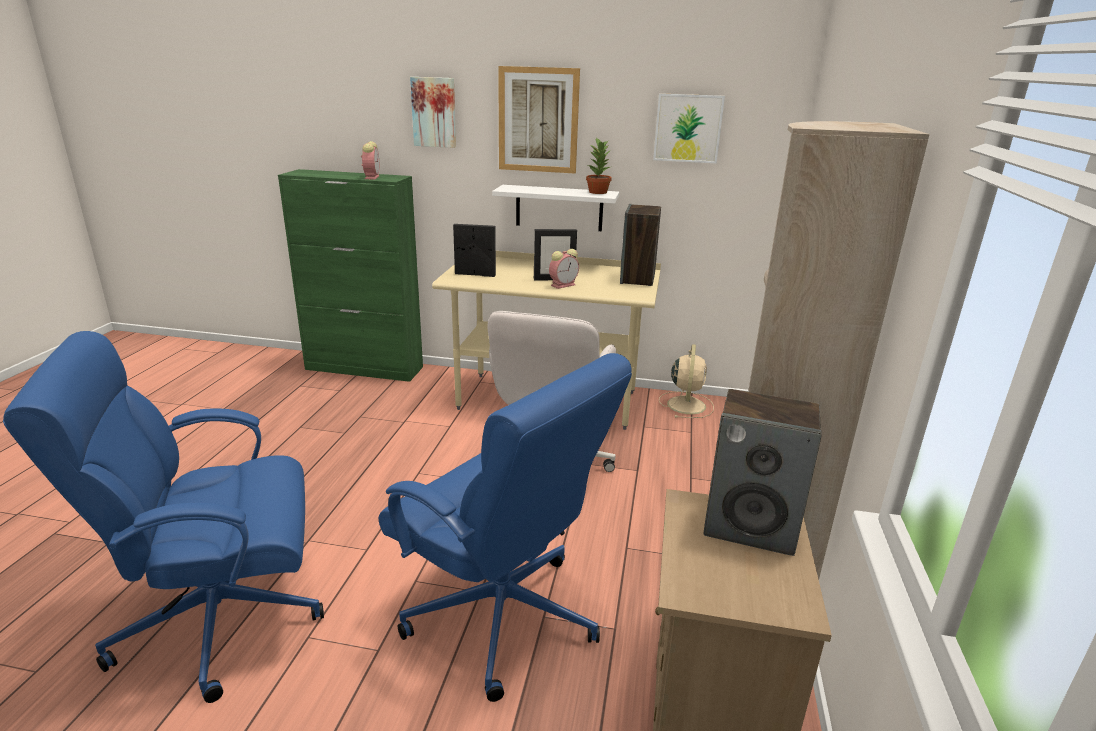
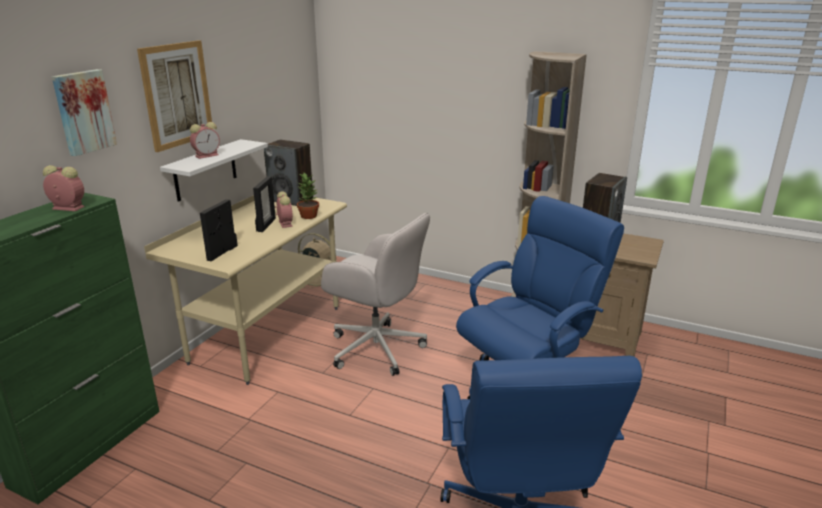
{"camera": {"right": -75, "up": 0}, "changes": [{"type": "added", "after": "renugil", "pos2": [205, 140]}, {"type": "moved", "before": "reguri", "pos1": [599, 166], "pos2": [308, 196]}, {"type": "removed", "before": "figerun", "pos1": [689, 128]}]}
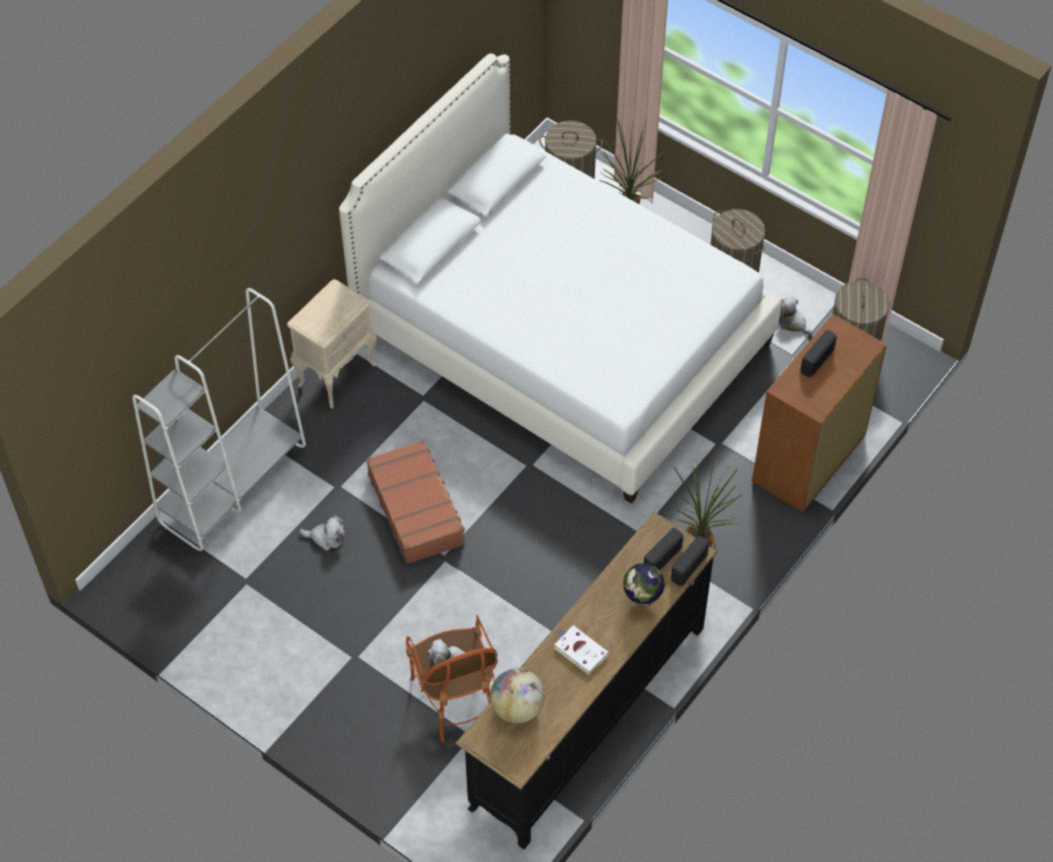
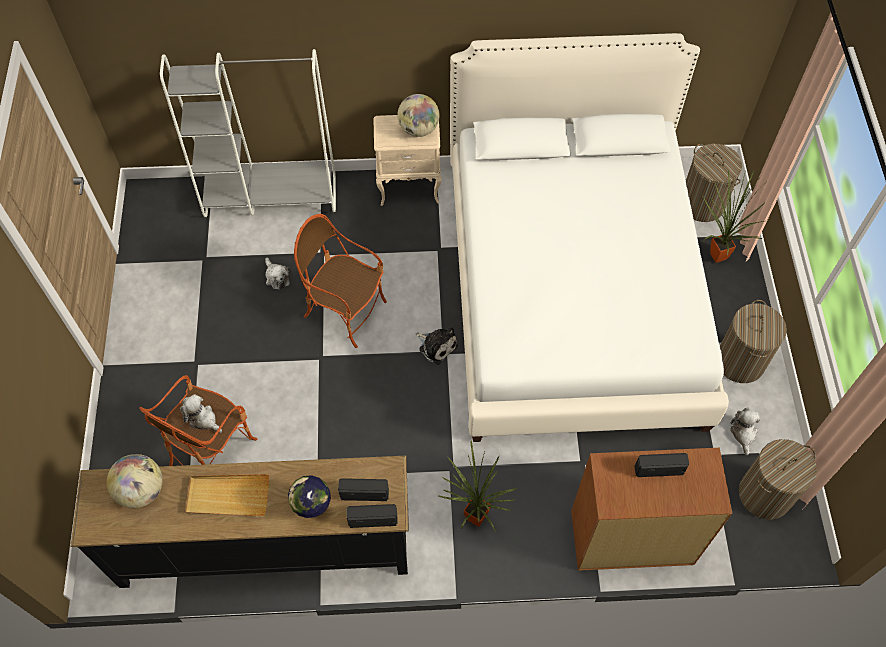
{"camera": {"right": 50, "up": 5}, "changes": [{"type": "replaced", "before": "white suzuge", "after": "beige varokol", "pos1": [581, 650], "pos2": [227, 495]}, {"type": "replaced", "before": "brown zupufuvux", "after": "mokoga", "pos1": [415, 502], "pos2": [340, 281]}, {"type": "added", "after": "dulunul", "pos2": [418, 115]}, {"type": "added", "after": "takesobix", "pos2": [437, 346]}]}
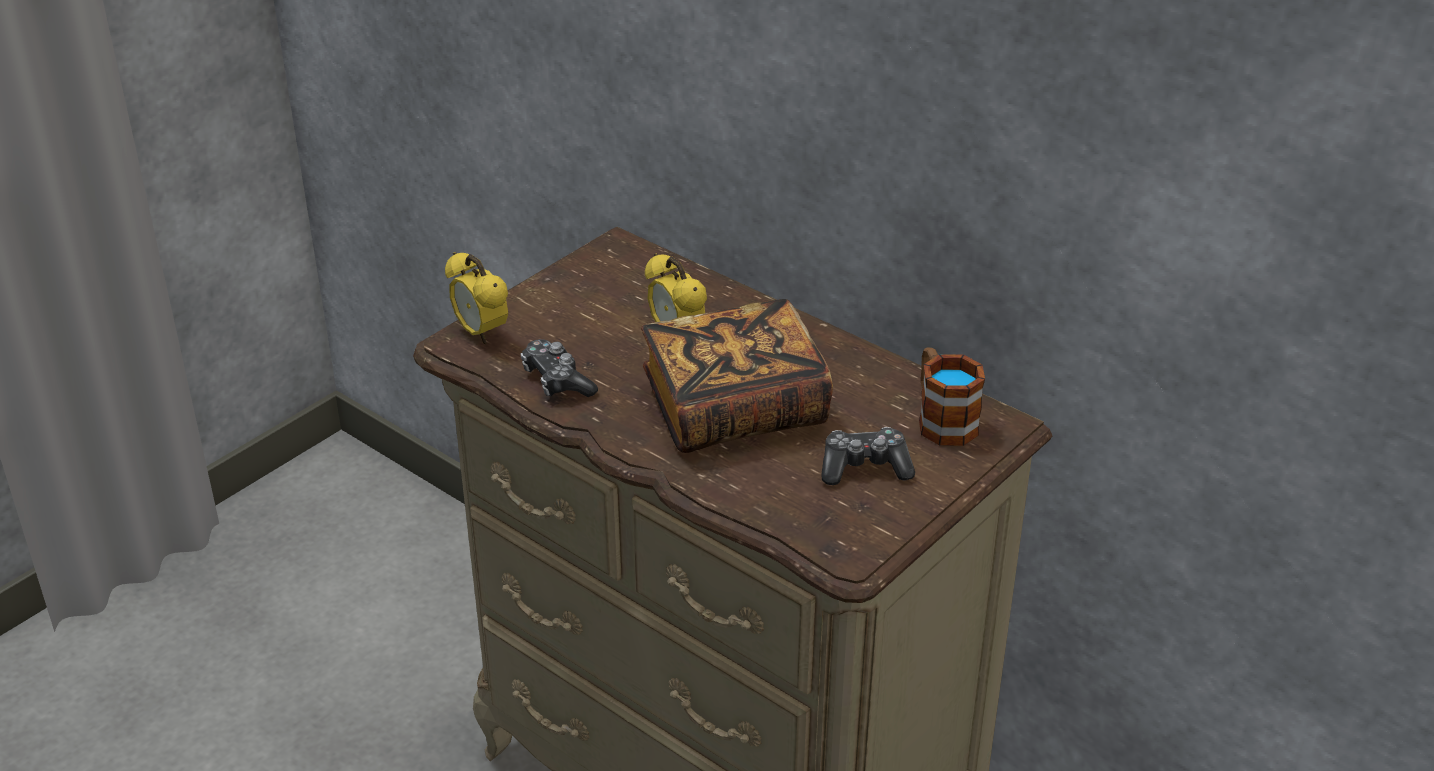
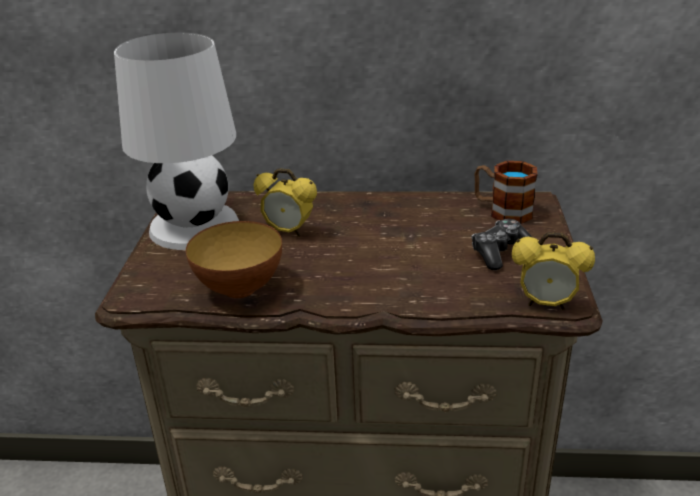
{"camera": {"right": -35, "up": -5}, "changes": [{"type": "added", "after": "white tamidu", "pos2": [176, 141]}, {"type": "replaced", "before": "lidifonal", "after": "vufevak", "pos1": [559, 368], "pos2": [234, 259]}, {"type": "moved", "before": "renugil", "pos1": [476, 298], "pos2": [553, 271]}, {"type": "removed", "before": "suzuge", "pos1": [737, 376]}]}
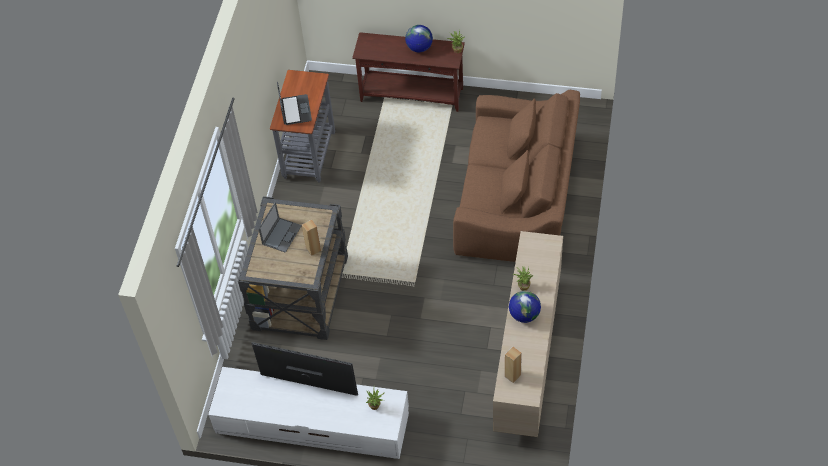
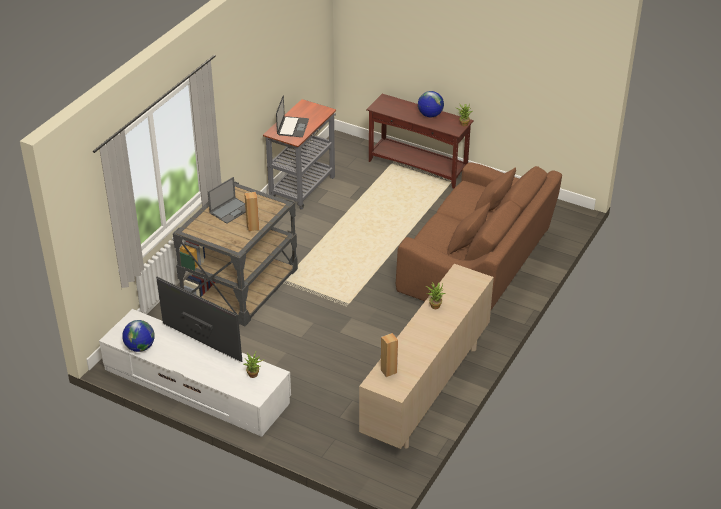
{"camera": {"right": 15, "up": -15}, "changes": [{"type": "moved", "before": "dulunul", "pos1": [525, 307], "pos2": [138, 336]}]}
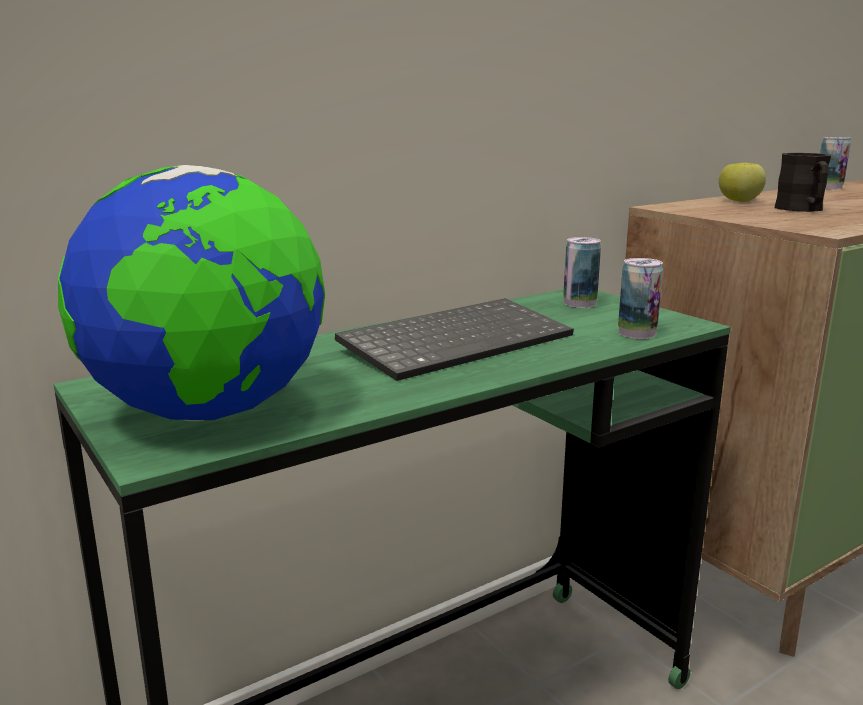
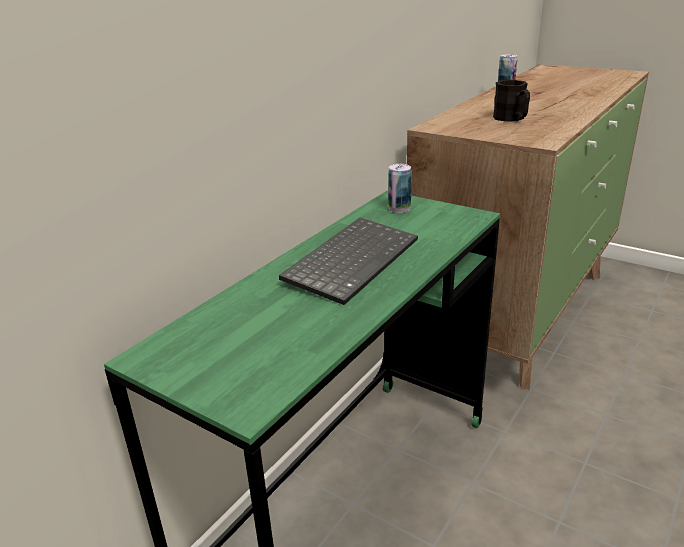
{"camera": {"right": -20, "up": 10}, "changes": [{"type": "removed", "before": "dulunul", "pos1": [191, 293]}, {"type": "removed", "before": "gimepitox", "pos1": [640, 298]}, {"type": "removed", "before": "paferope", "pos1": [742, 182]}]}
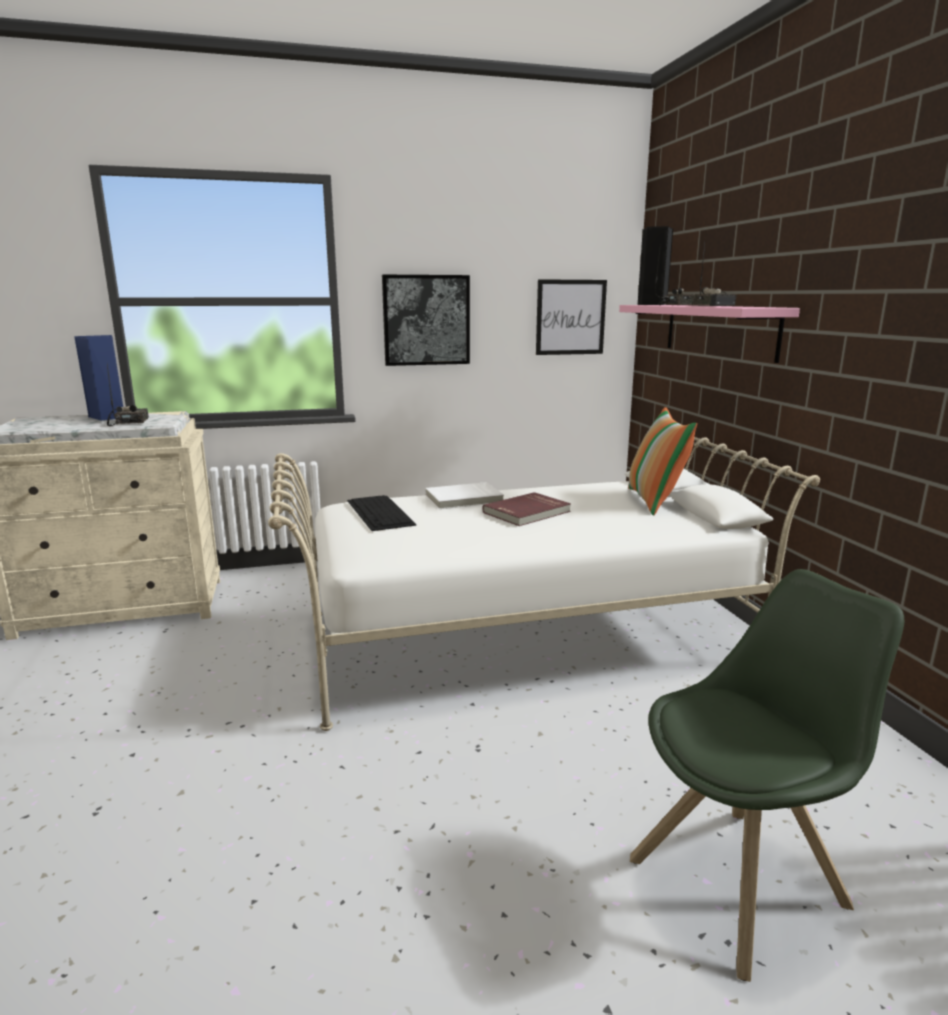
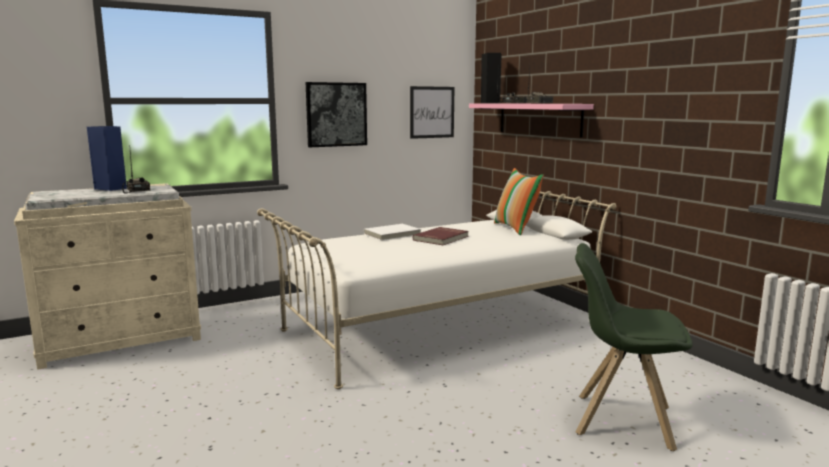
{"camera": {"right": -15, "up": -5}, "changes": [{"type": "turned", "before": "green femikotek", "pos1": [767, 775], "pos2": [634, 347], "turn": -120}, {"type": "removed", "before": "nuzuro", "pos1": [381, 513]}]}
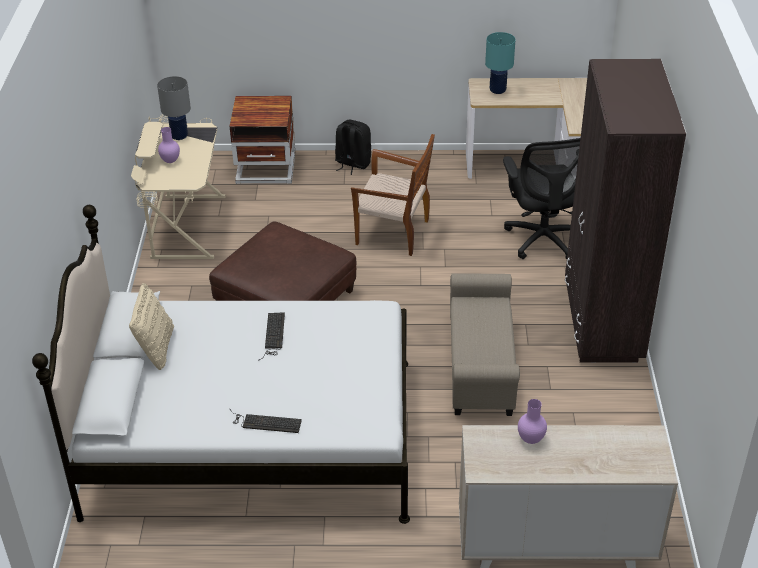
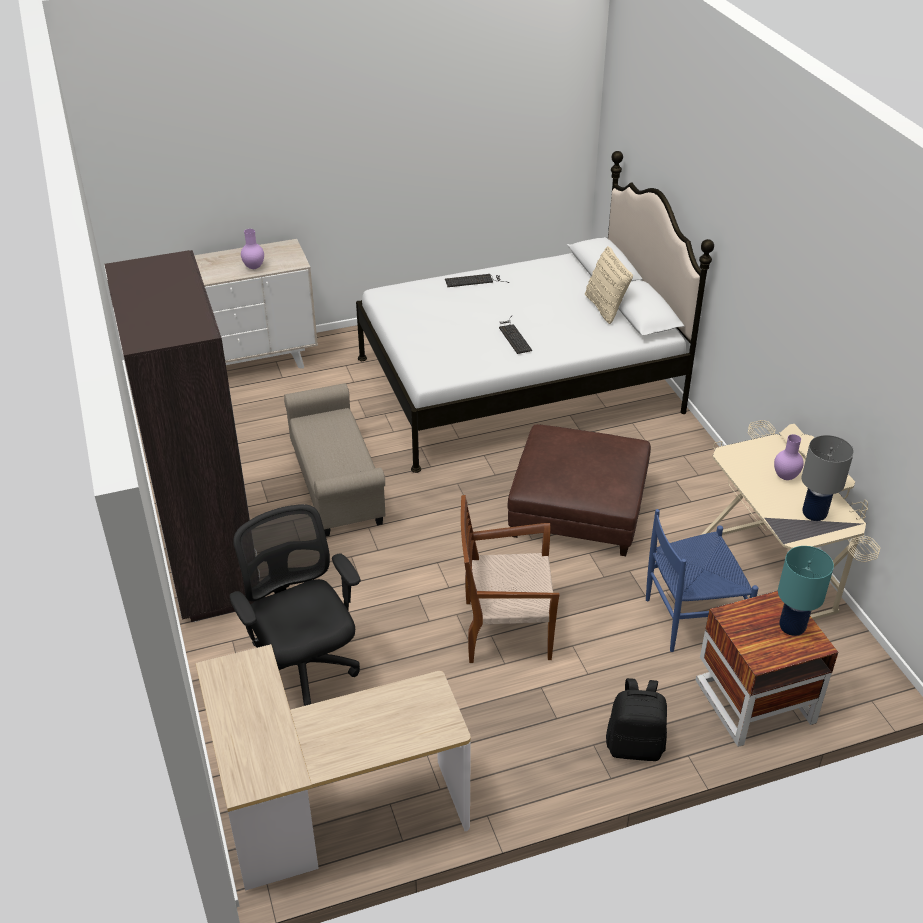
{"camera": {"right": 160, "up": 0}, "changes": [{"type": "added", "after": "blue femikotek", "pos2": [702, 580]}, {"type": "moved", "before": "turquoise tamidu", "pos1": [500, 63], "pos2": [806, 591]}]}
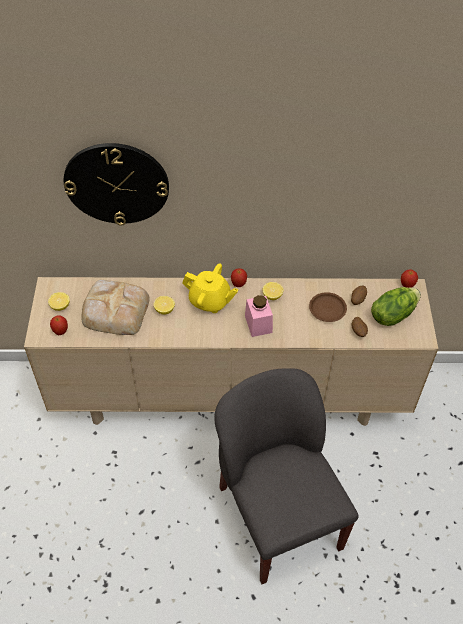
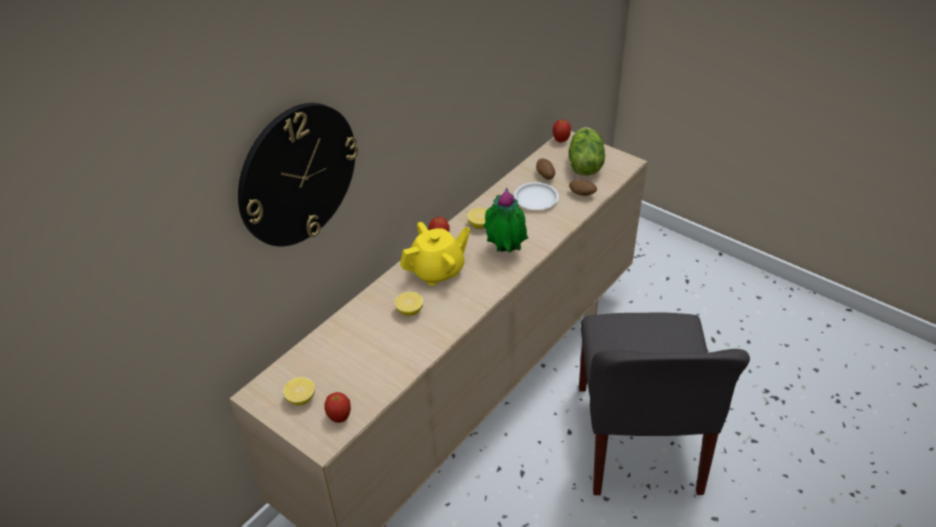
{"camera": {"right": -50, "up": -10}, "changes": [{"type": "replaced", "before": "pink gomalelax", "after": "reguri", "pos1": [259, 316], "pos2": [505, 220]}, {"type": "recoloured", "before": "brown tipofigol", "after": "white tipofigol", "pos1": [328, 307], "pos2": [536, 196]}, {"type": "turned", "before": "grey femikotek", "pos1": [286, 476], "pos2": [664, 404], "turn": -105}, {"type": "removed", "before": "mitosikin", "pos1": [115, 307]}]}
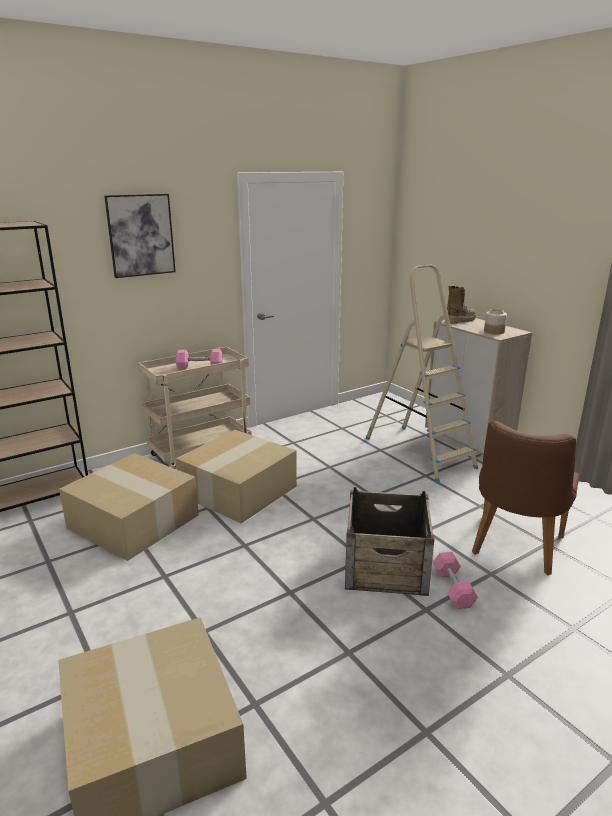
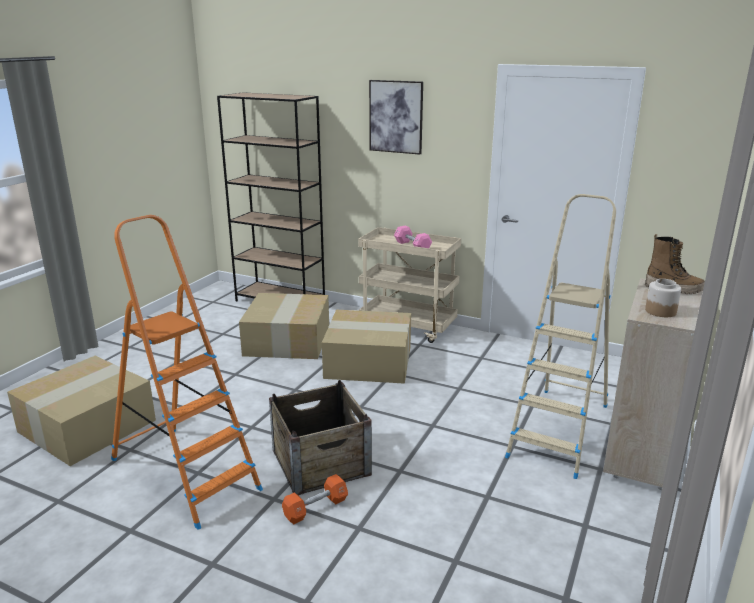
{"camera": {"right": 60, "up": 0}, "changes": [{"type": "added", "after": "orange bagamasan", "pos2": [187, 372]}, {"type": "recoloured", "before": "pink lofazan", "after": "orange lofazan", "pos1": [455, 580], "pos2": [315, 499]}, {"type": "removed", "before": "brown femikotek", "pos1": [525, 498]}]}
